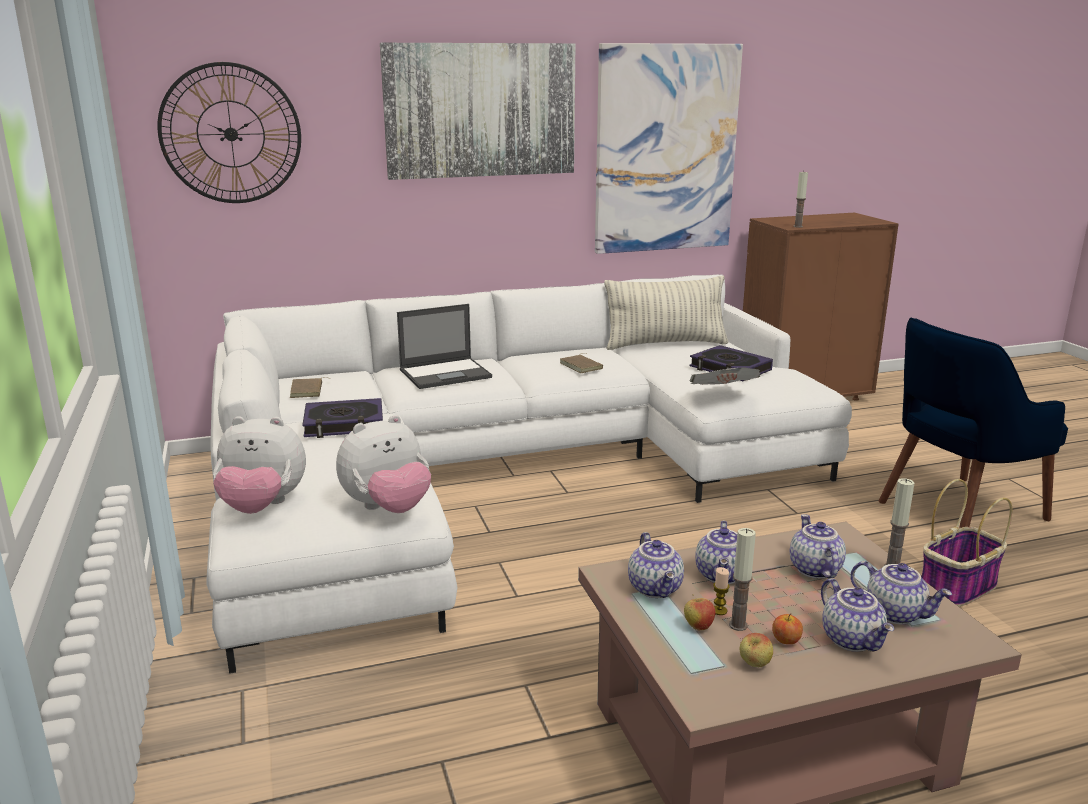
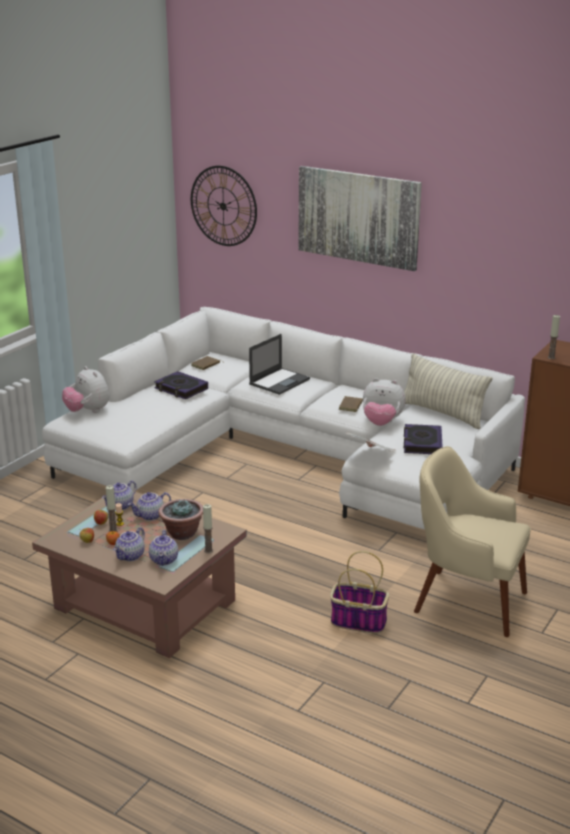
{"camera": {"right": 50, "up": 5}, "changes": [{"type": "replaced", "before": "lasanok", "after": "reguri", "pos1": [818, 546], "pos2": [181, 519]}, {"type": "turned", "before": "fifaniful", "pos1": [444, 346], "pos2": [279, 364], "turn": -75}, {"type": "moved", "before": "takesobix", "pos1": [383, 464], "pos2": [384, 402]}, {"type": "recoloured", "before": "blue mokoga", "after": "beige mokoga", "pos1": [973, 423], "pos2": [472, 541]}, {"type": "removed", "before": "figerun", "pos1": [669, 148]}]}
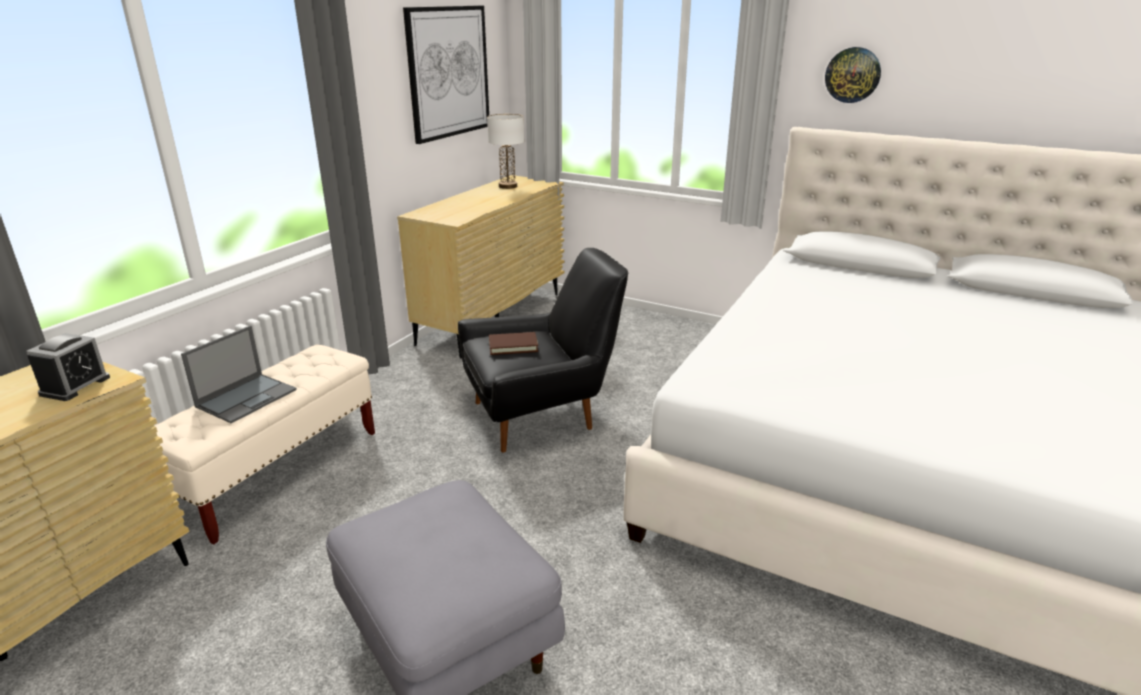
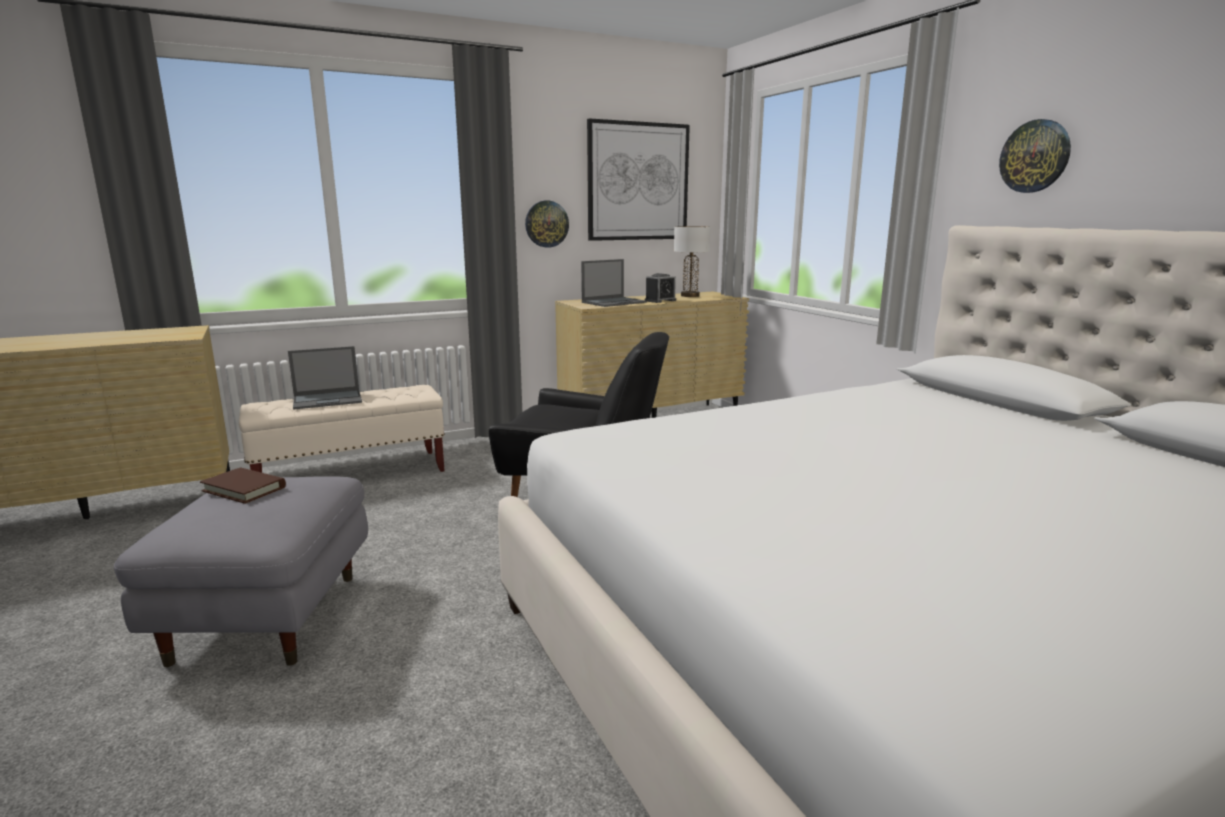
{"camera": {"right": 35, "up": -10}, "changes": [{"type": "moved", "before": "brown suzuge", "pos1": [513, 343], "pos2": [243, 485]}, {"type": "added", "after": "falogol", "pos2": [547, 224]}, {"type": "added", "after": "fifaniful", "pos2": [614, 283]}, {"type": "moved", "before": "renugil", "pos1": [68, 367], "pos2": [660, 288]}]}
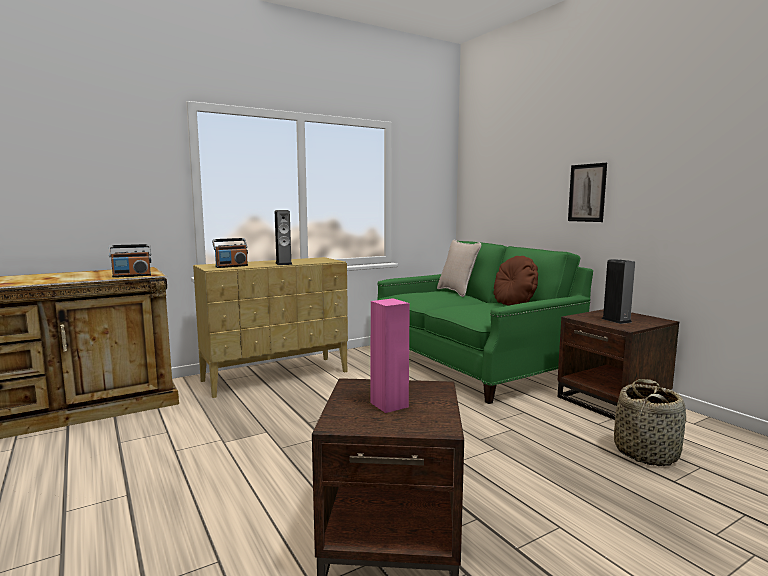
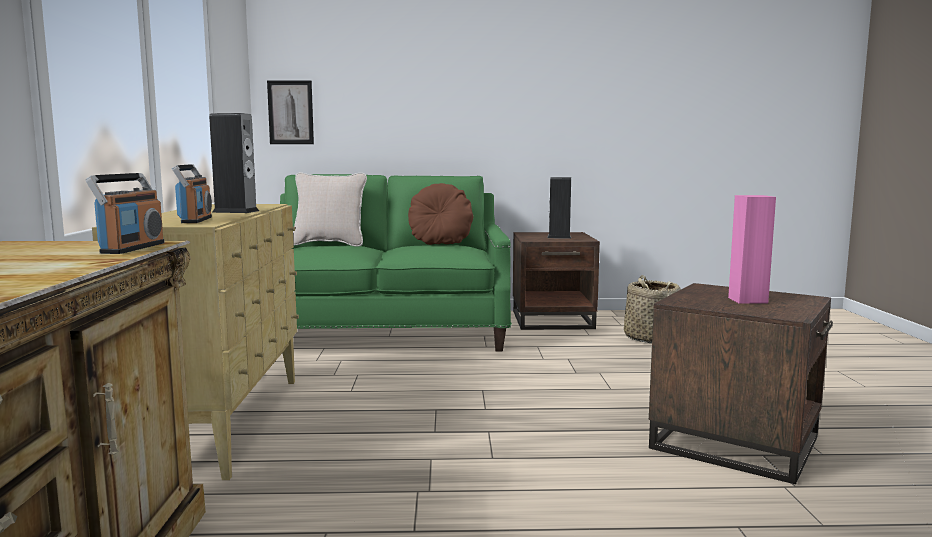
{"camera": {"right": -60, "up": 0}, "changes": [{"type": "moved", "before": "figerun", "pos1": [587, 192], "pos2": [290, 112]}]}
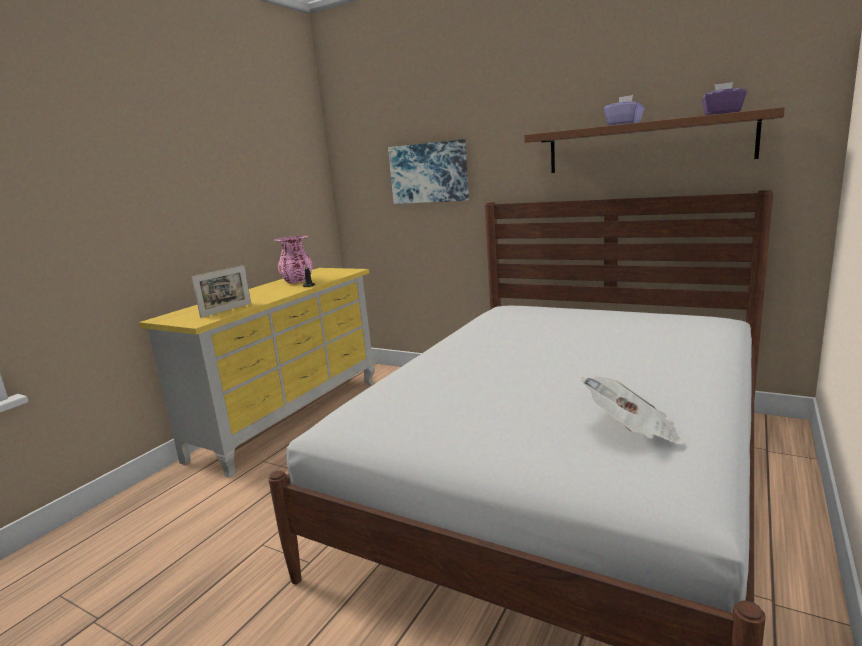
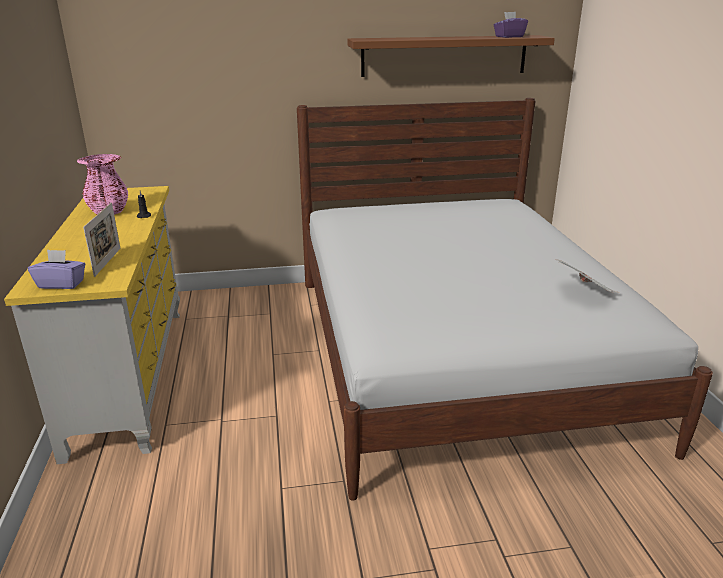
{"camera": {"right": -40, "up": 10}, "changes": [{"type": "moved", "before": "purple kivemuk", "pos1": [624, 110], "pos2": [56, 269]}, {"type": "removed", "before": "figerun", "pos1": [428, 171]}]}
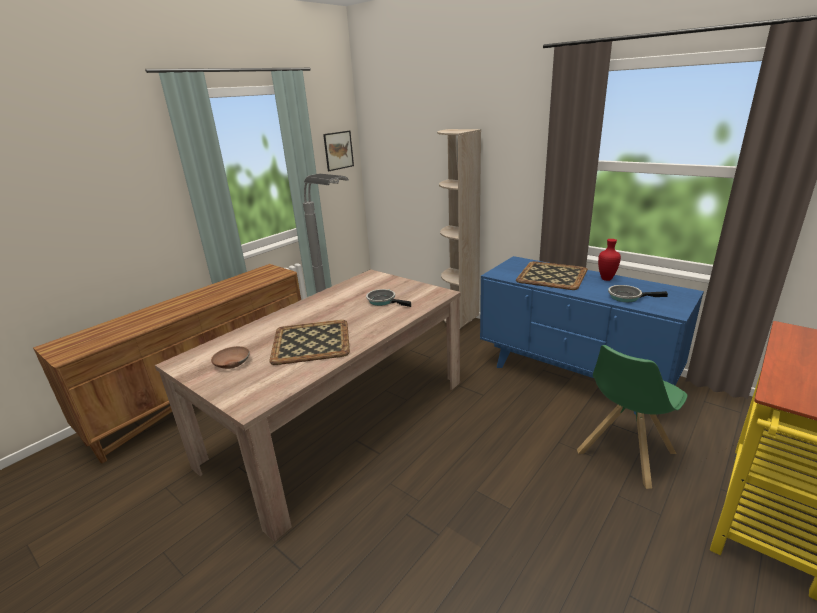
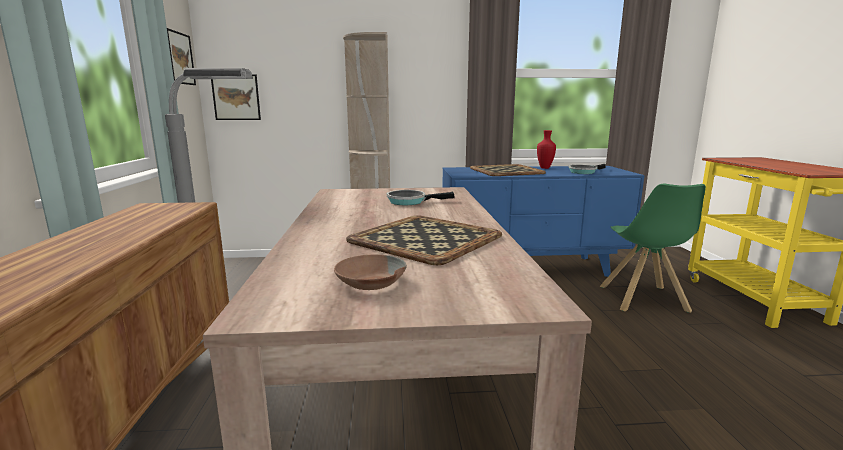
{"camera": {"right": -45, "up": -10}, "changes": [{"type": "added", "after": "figerun", "pos2": [236, 97]}]}
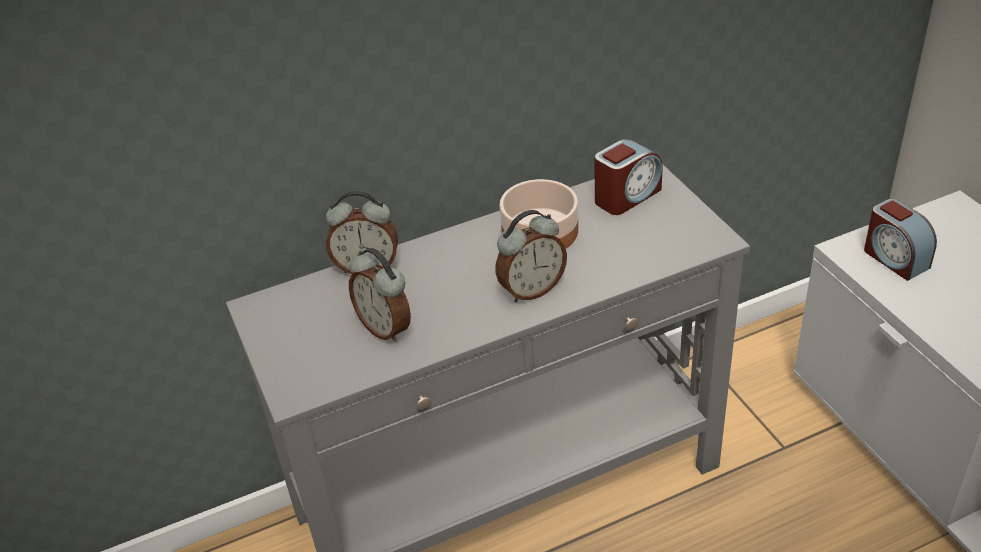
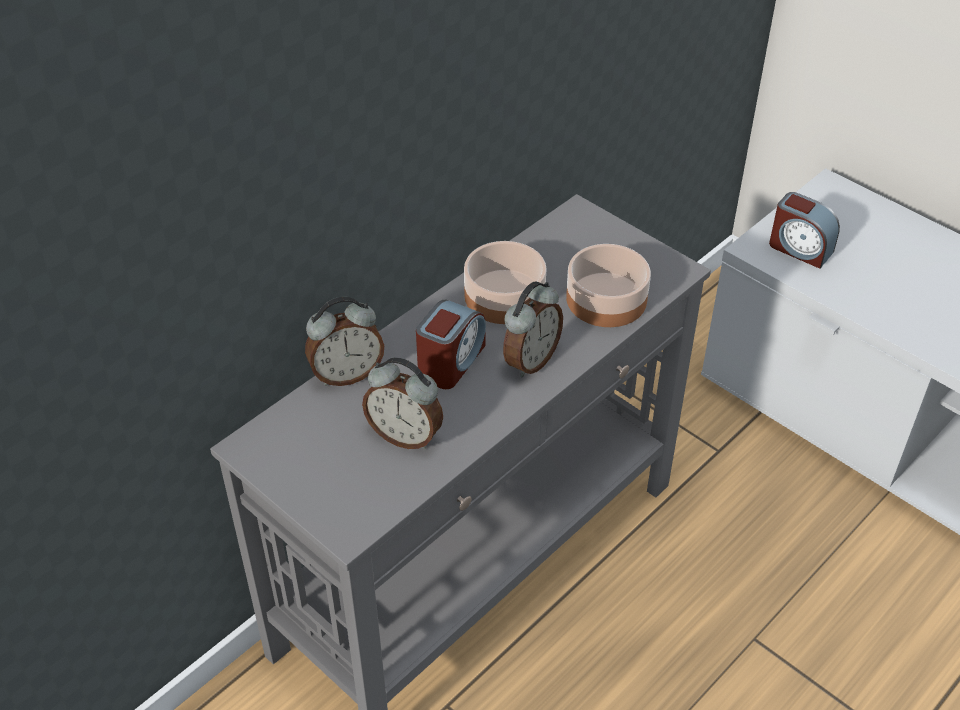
{"camera": {"right": -25, "up": 5}, "changes": [{"type": "moved", "before": "renugil", "pos1": [629, 177], "pos2": [451, 344]}, {"type": "added", "after": "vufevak", "pos2": [608, 285]}]}
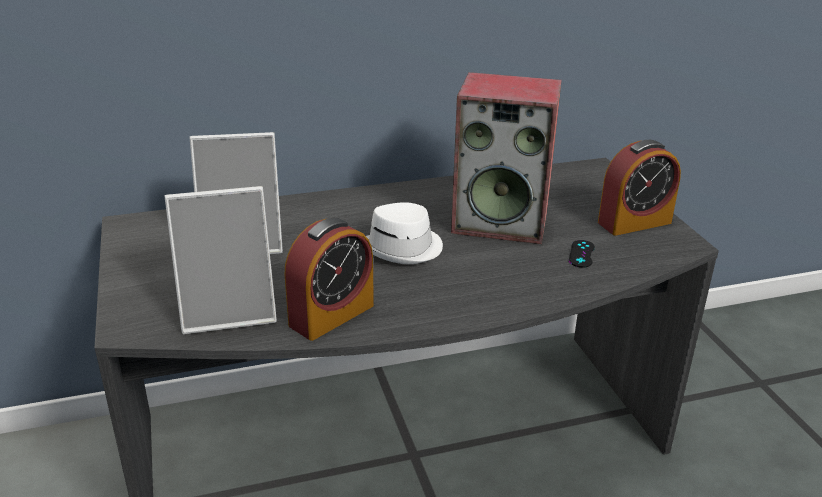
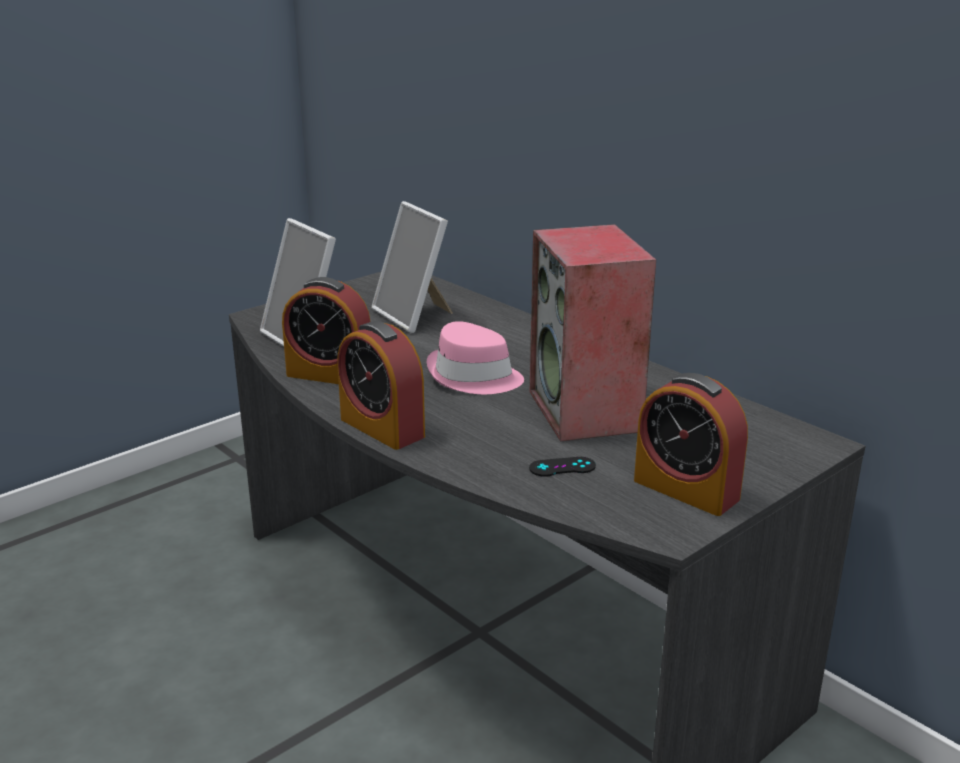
{"camera": {"right": 65, "up": -5}, "changes": [{"type": "added", "after": "renugil", "pos2": [381, 385]}, {"type": "recoloured", "before": "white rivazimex", "after": "pink rivazimex", "pos1": [404, 233], "pos2": [475, 357]}]}
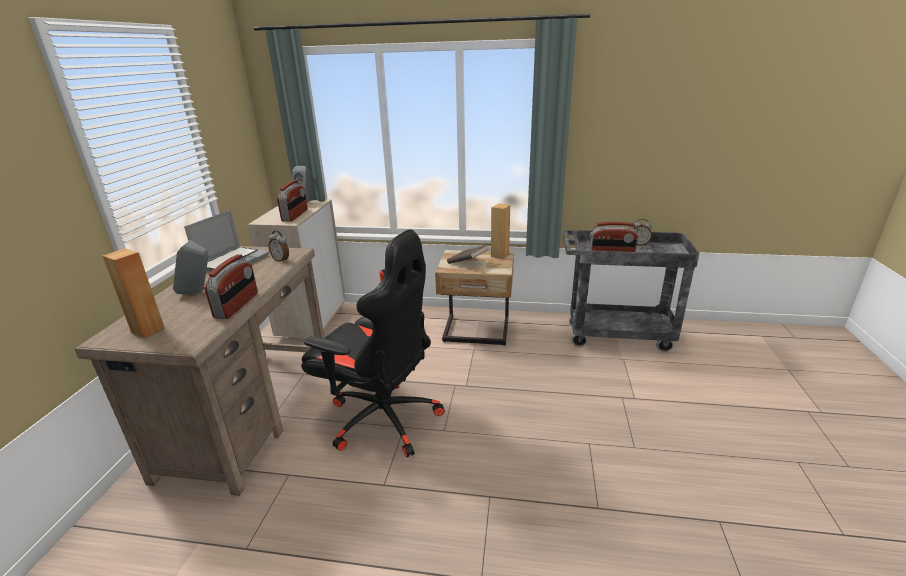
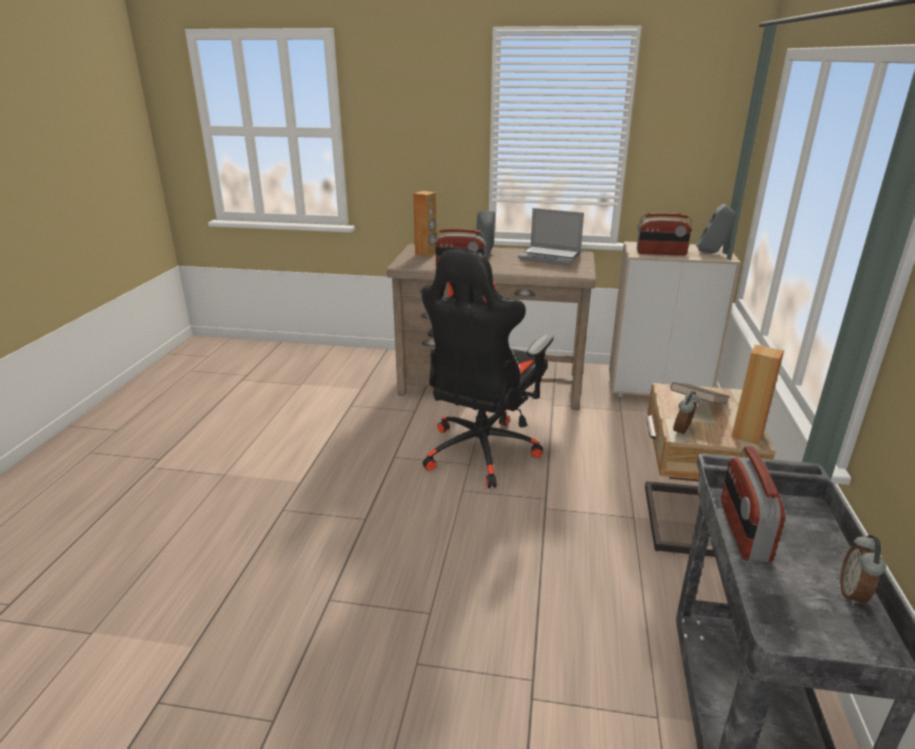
{"camera": {"right": 90, "up": 0}, "changes": [{"type": "moved", "before": "renugil", "pos1": [279, 246], "pos2": [687, 413]}]}
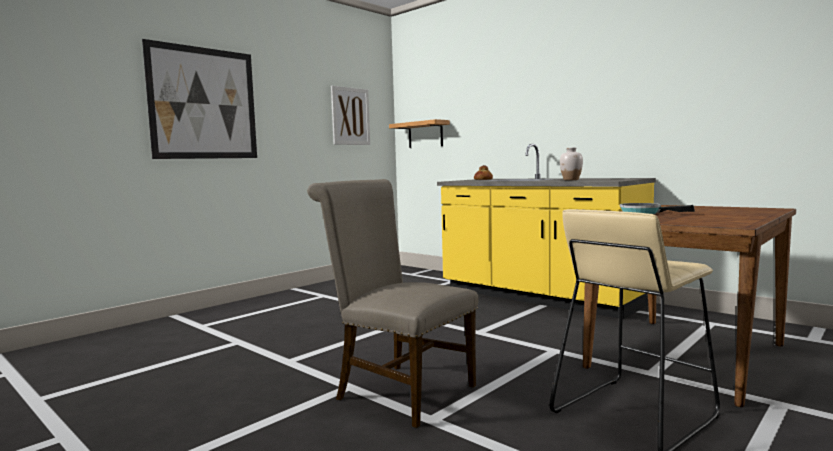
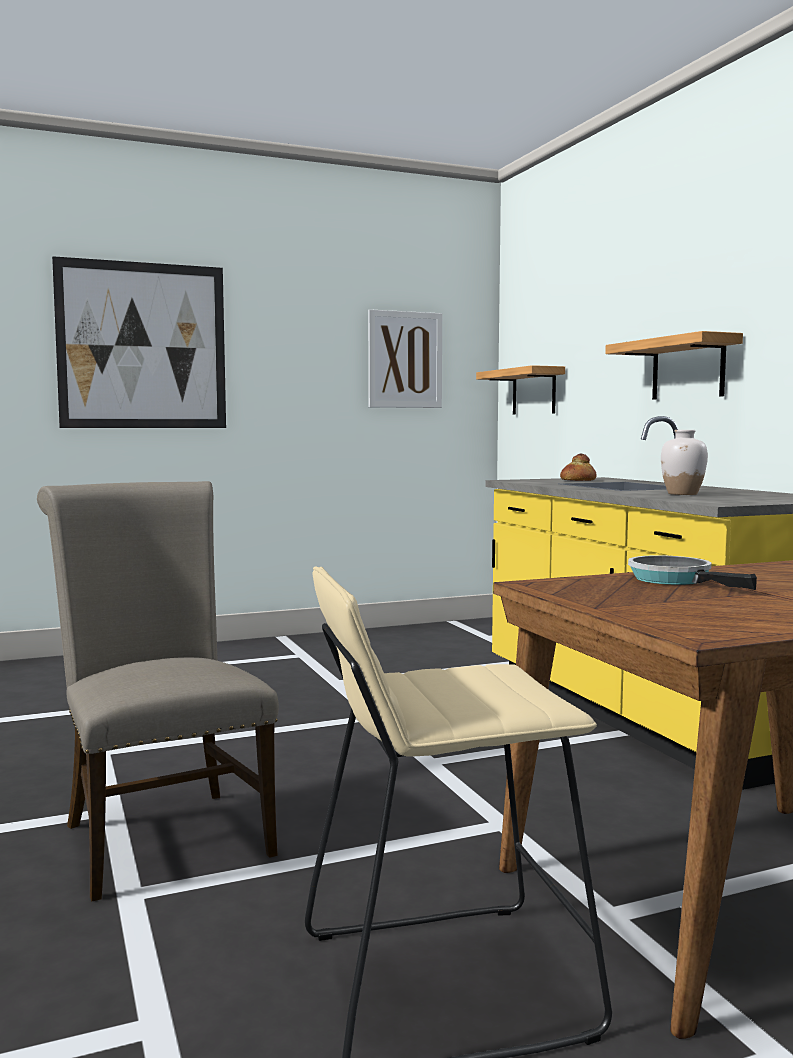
{"camera": {"right": 25, "up": 0}, "changes": [{"type": "added", "after": "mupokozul", "pos2": [674, 365]}]}
